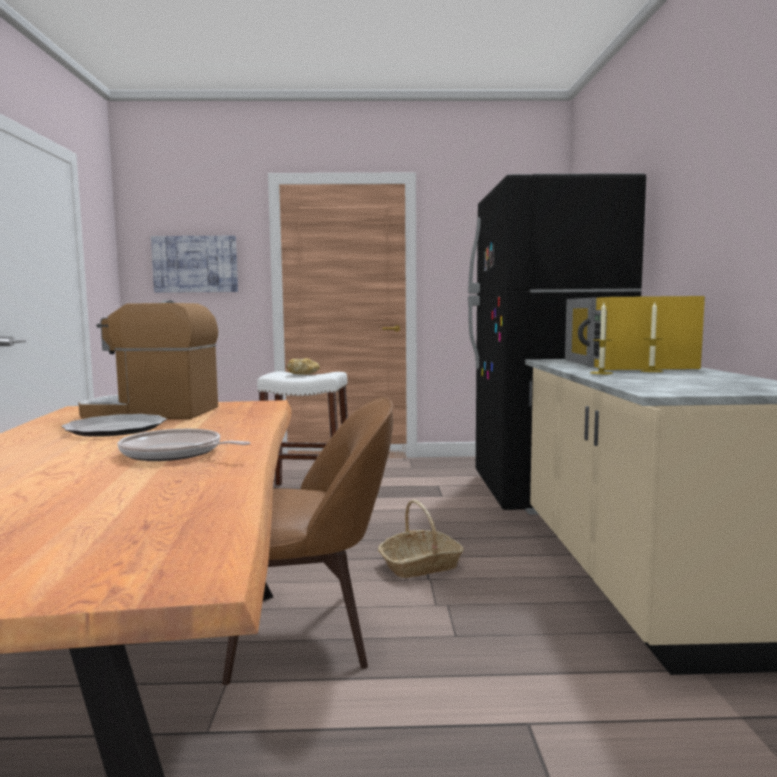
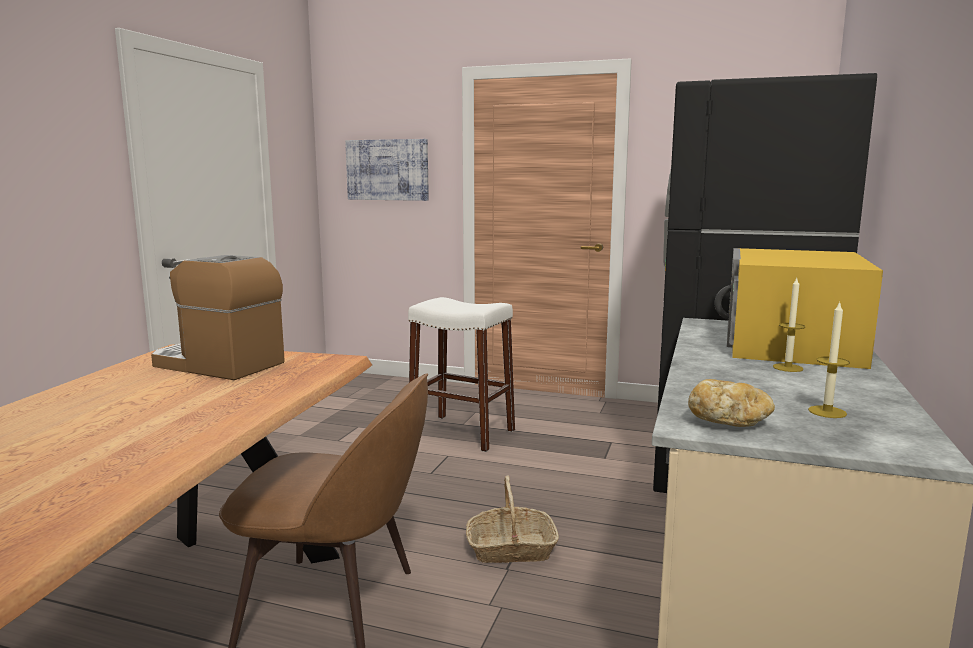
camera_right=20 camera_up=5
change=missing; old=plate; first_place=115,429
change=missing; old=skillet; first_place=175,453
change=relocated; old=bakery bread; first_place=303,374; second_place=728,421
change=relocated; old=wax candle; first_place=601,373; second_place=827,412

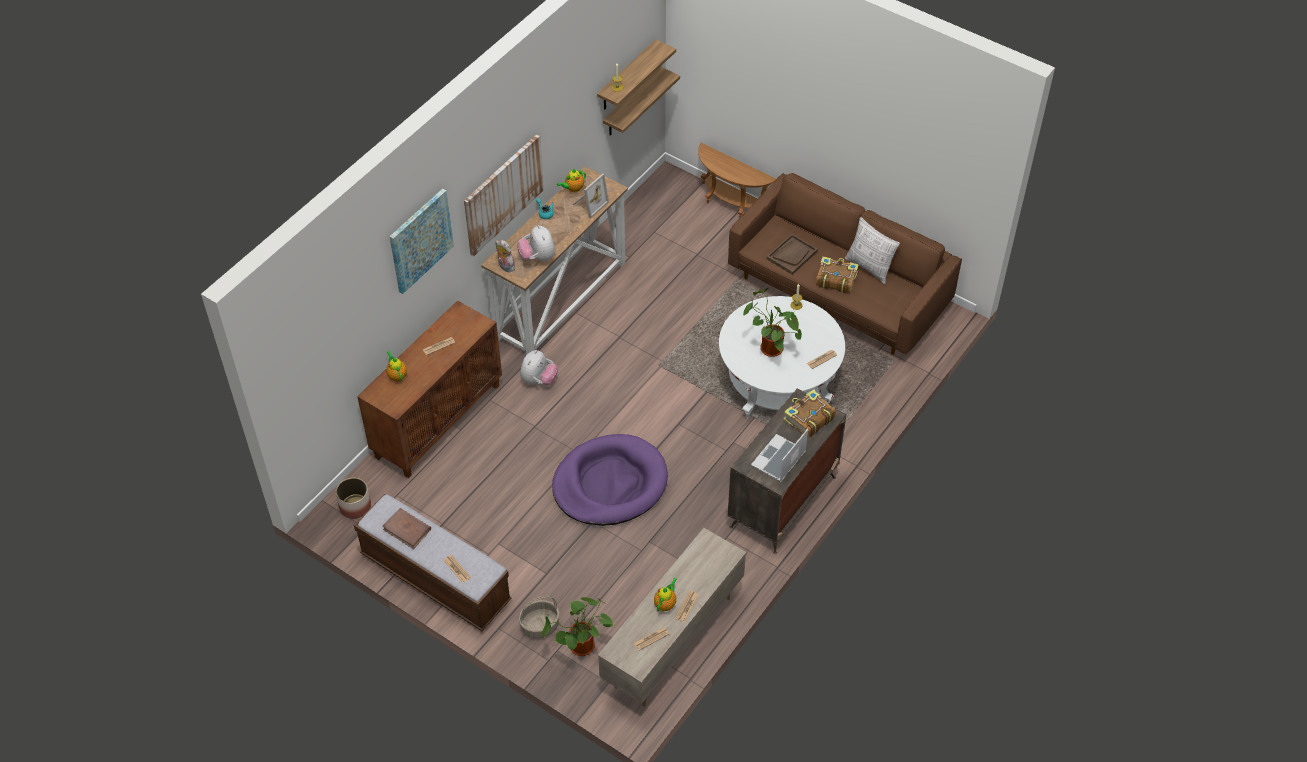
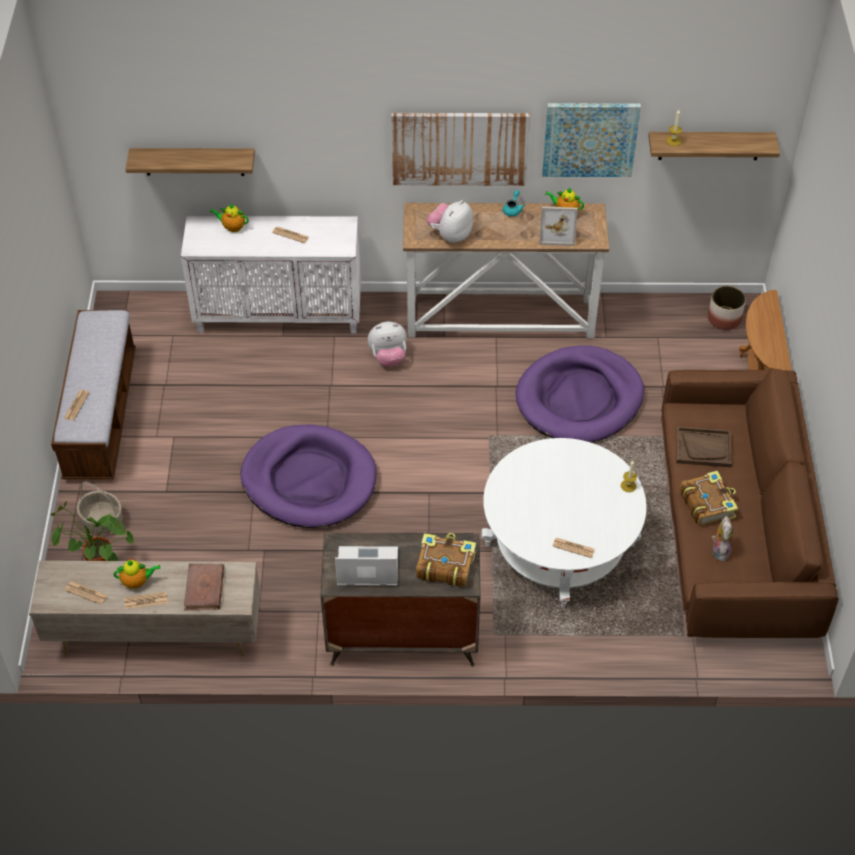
camera_right=55 camera_up=0
change=missing; old=houseplant; first_place=768,348
change=missing; old=cushion; first_place=869,267
change=appeared; new=purple pet bed; second_place=579,398
change=relocated; old=flower pot; first_place=355,506; second_place=724,318
change=relocated; old=brownish book; first_place=407,530; second_place=204,589
change=relocated; old=picture; first_place=420,240; second_place=590,139
change=relocated; old=soft toy; first_place=505,267; second_place=719,550
change=relocated; old=bracket shelf; first_place=632,103; second_place=193,161
change=colour; old=brownish cupboard; new=white-coloured cupboard; first_place=438,420; second_place=279,314
change=spun; old=tea pot; first_place=397,375; second_place=232,227; degrees=-105

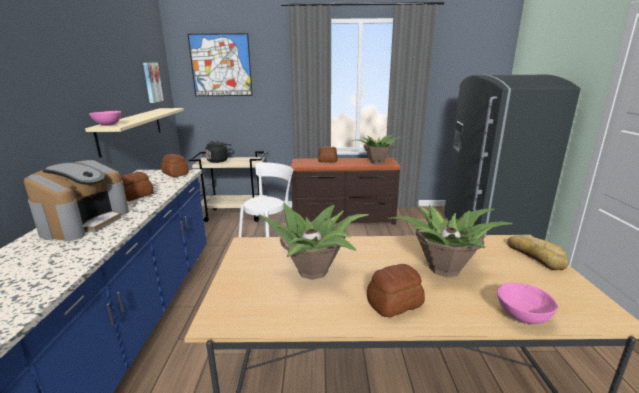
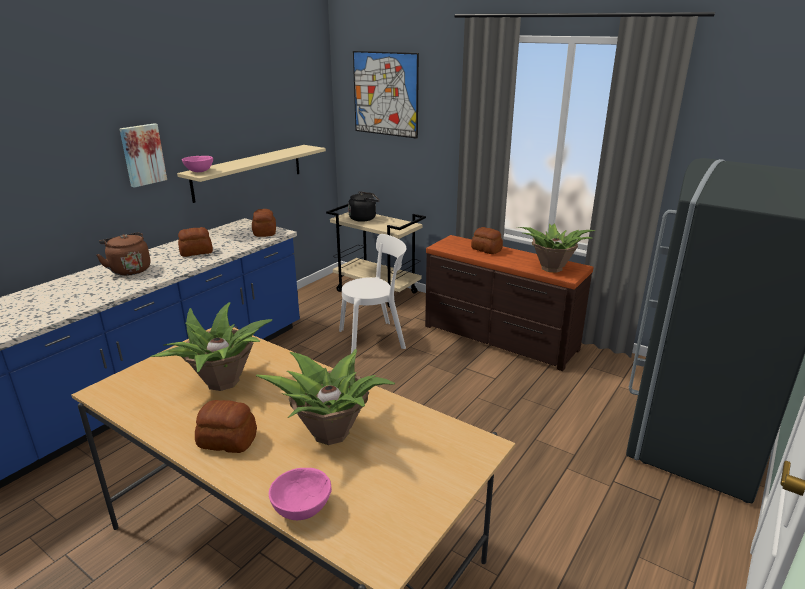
camera_right=35 camera_up=5
change=missing; old=bakery bread; first_place=535,256
change=relocated; old=picture; first_place=152,82; second_place=142,155
change=exchanged; old=coffee machine; new=brownish tea kettle; first_place=85,222; second_place=129,270

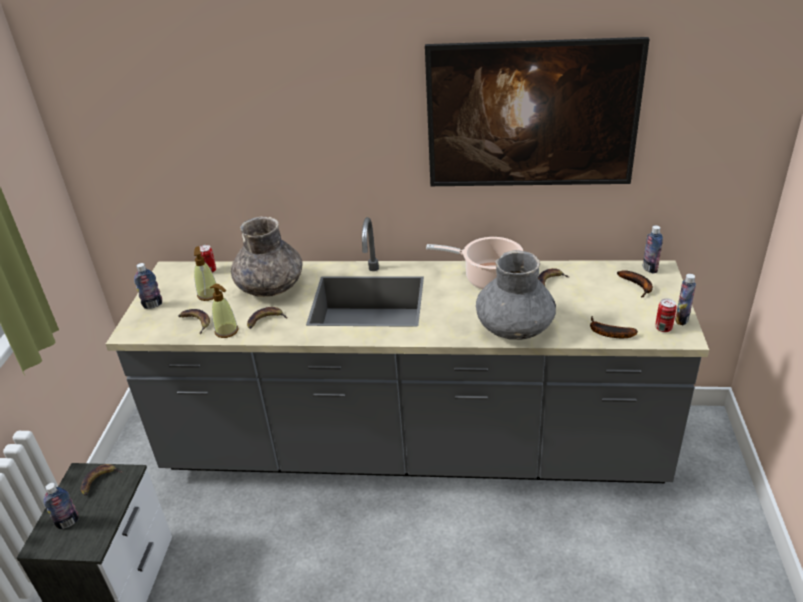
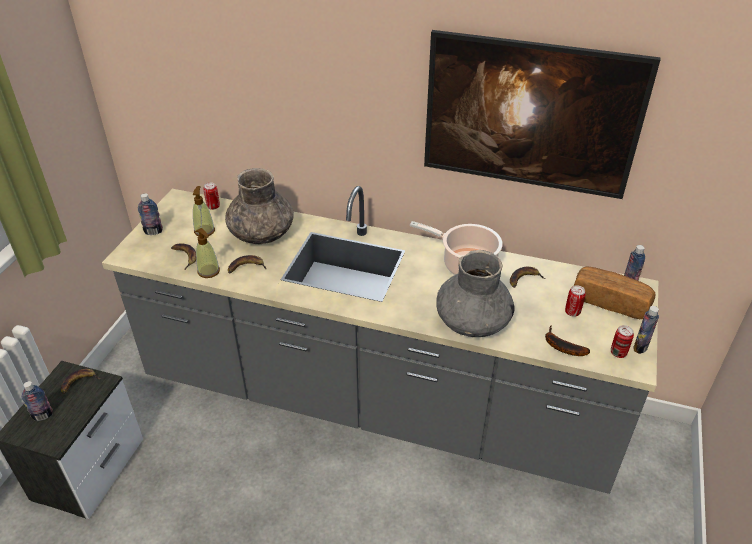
camera_right=10 camera_up=5
change=appeared; new=can; second_place=572,312
change=exchanged; old=banana fruit; new=bakery bread; first_place=638,286; second_place=610,301

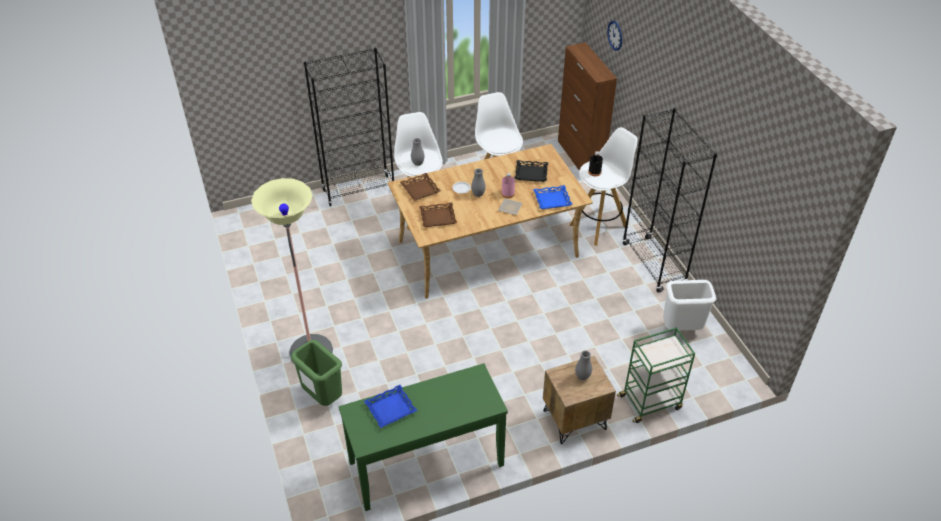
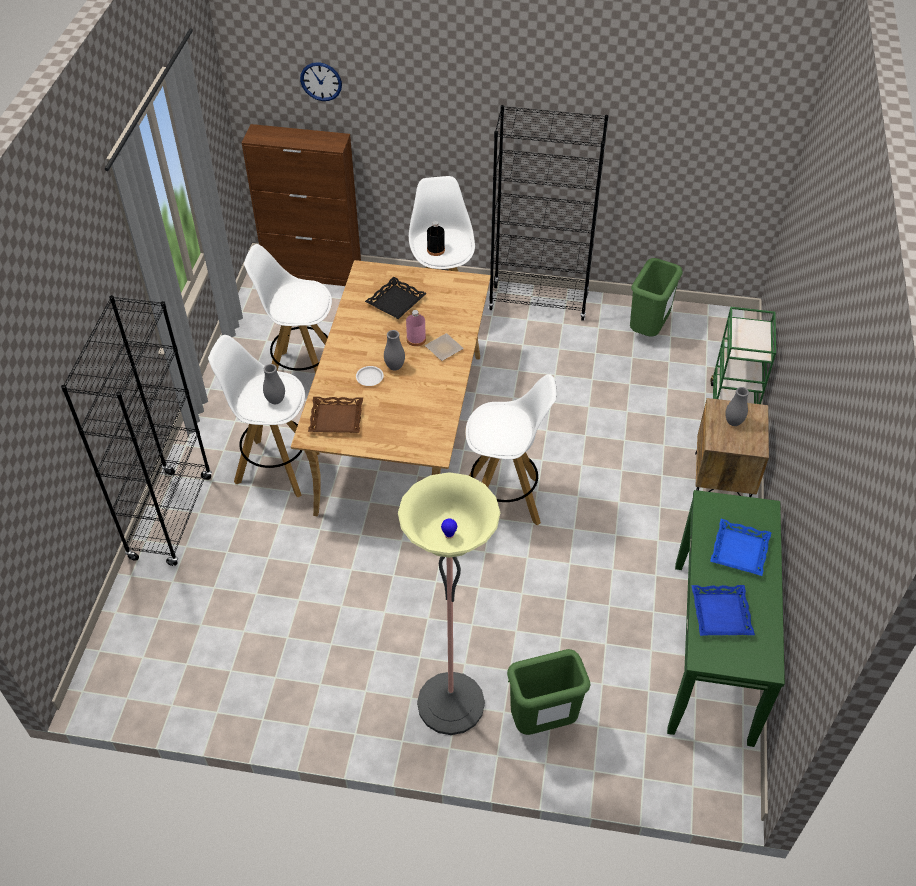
camera_right=-60 camera_up=5
change=missing; old=brownish serving tray; first_place=438,217
change=appeared; new=white-coloured stool; second_place=504,500
change=relocated; old=blue serving tray; first_place=552,200; second_place=740,551
change=colour; old=white-coloured trash can; new=green-coloured trash can; first_place=681,330; second_place=648,331

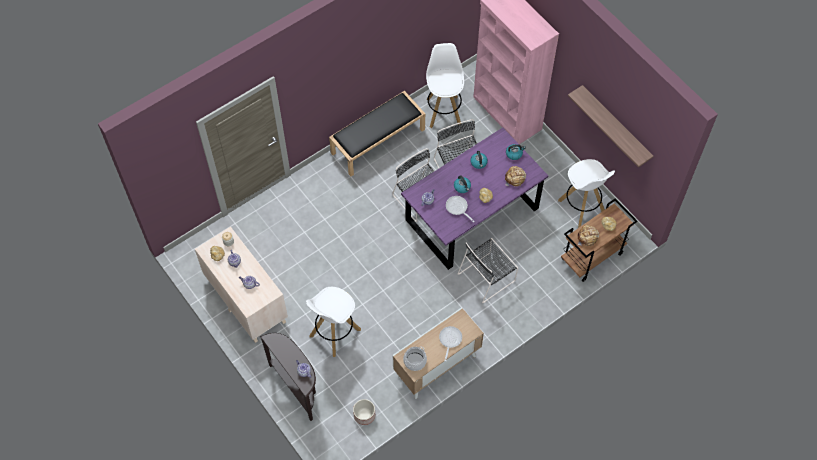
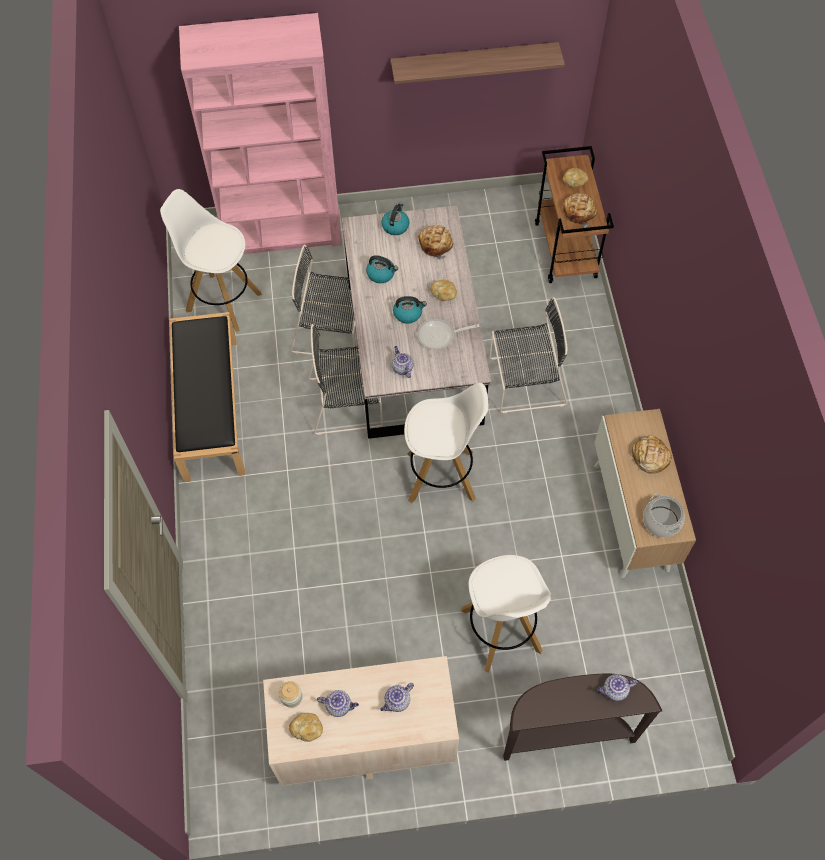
camera_right=-60 camera_up=0
change=missing; old=flower pot; first_place=364,415
change=relocated; old=white-coloured stool; first_place=582,207; second_place=442,476
change=exchanged; old=skillet; new=bakery bread; first_place=449,340; second_place=649,457
change=colour; old=purple dinner table; new=gray dinner table; first_place=471,213; second_place=412,351
change=spun; old=blackish plain chair; first_place=487,276; second_place=524,382; degrees=-90

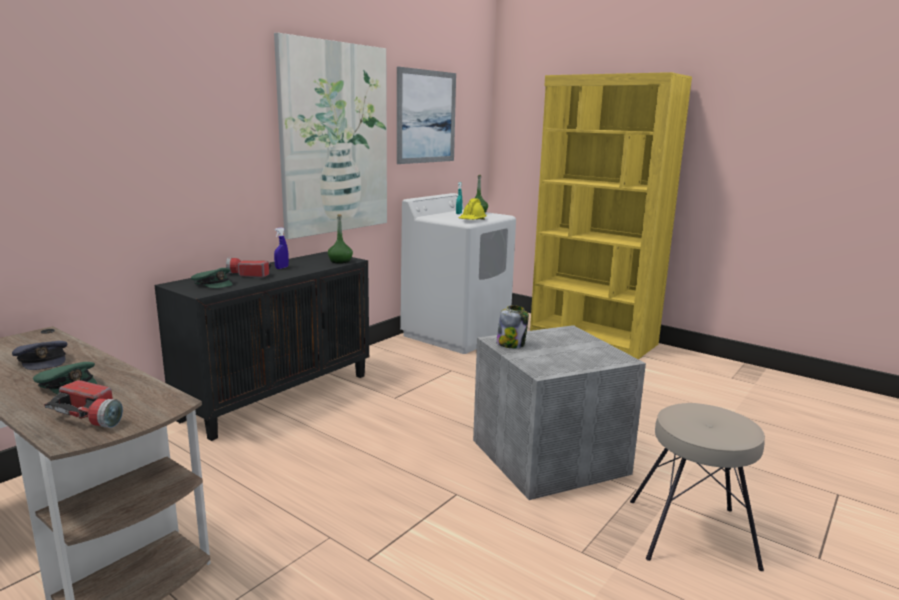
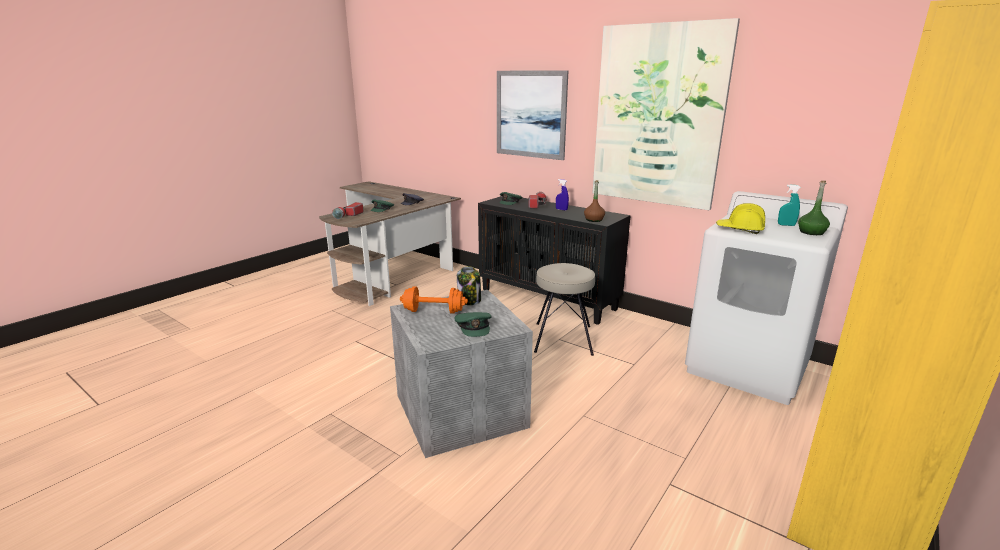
camera_right=90 camera_up=5
change=appeared; new=orange-coloured free weight; second_place=434,311
change=appeared; new=green-coloured cap; second_place=474,327
change=relocated; old=picture; first_place=426,117; second_place=530,114
change=relocated; old=sand-coloured stool; first_place=692,534; second_place=562,338
change=colour; old=green-coloured drink bottle; new=brownish drink bottle; first_place=340,261; second_place=594,220

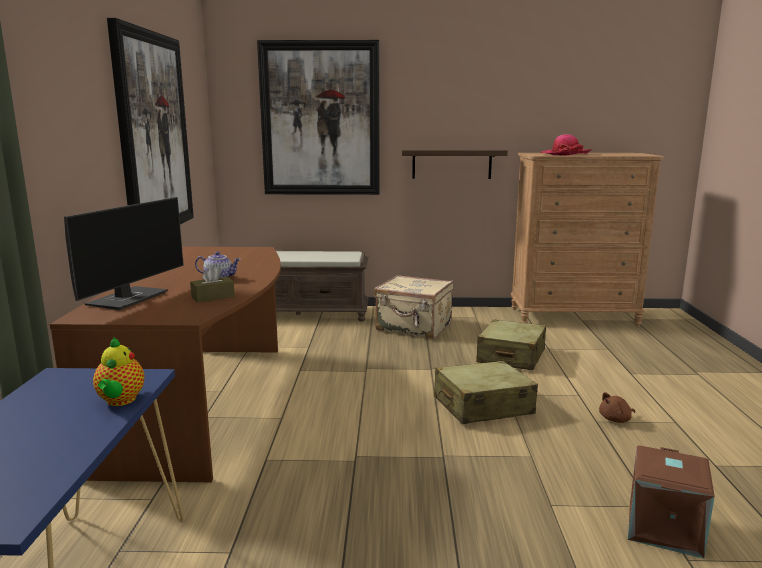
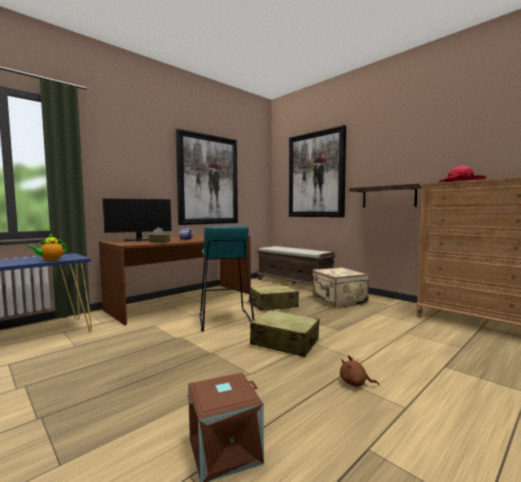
camera_right=45 camera_up=-10
change=appeared; new=turquoise-coloured stool; second_place=224,320
change=relocated; old=sand-coloured piece of luggage; first_place=511,357; second_place=272,305

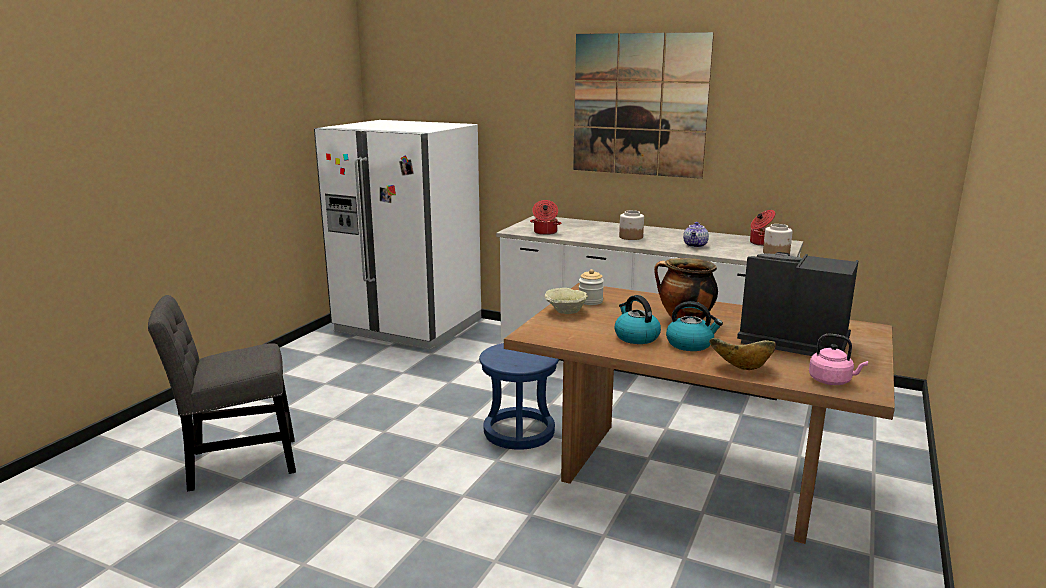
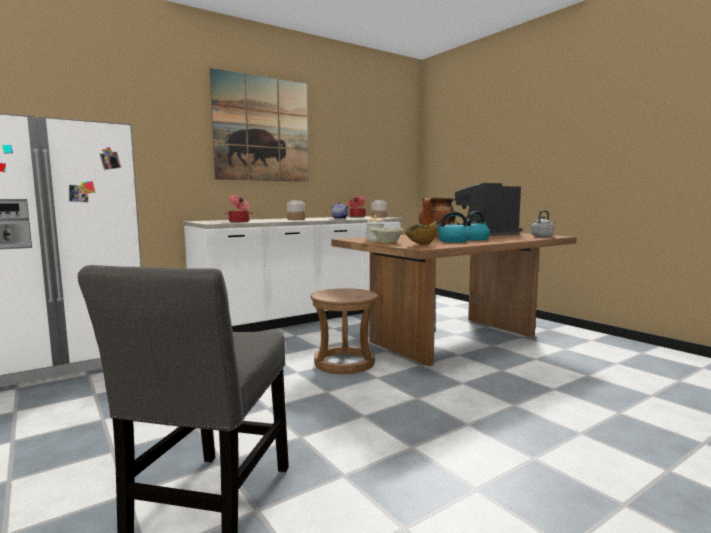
camera_right=-60 camera_up=-10
change=relocated; old=deep dish; first_place=741,368; second_place=421,245
change=colour; old=blue stool; new=brownish stool; first_place=518,431; second_place=344,363
change=colour; old=pink-coloured tea kettle; new=gray tea kettle; first_place=832,381; second_place=542,236

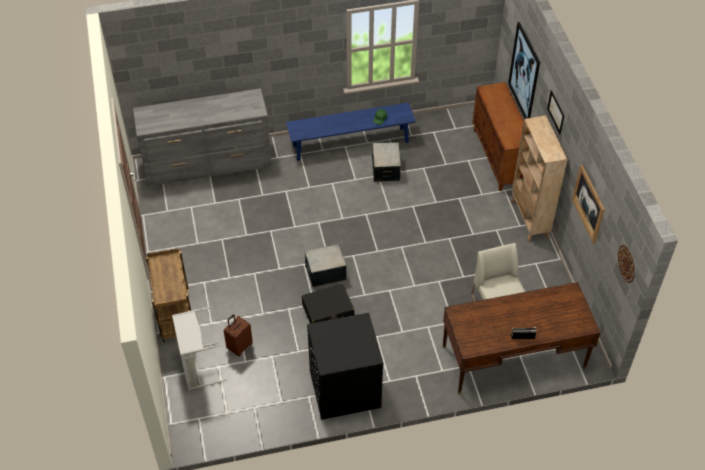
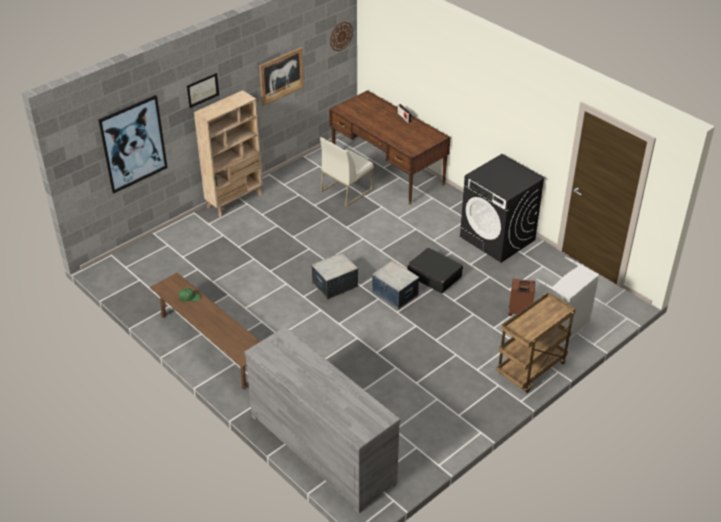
camera_right=-120 camera_up=-10
change=missing; old=brownish cupboard; first_place=499,158
change=relocated; old=storage container; first_place=386,169; second_place=334,285
change=colour; old=blue indoor bench; new=brownish indoor bench; first_place=350,144; second_place=211,345

